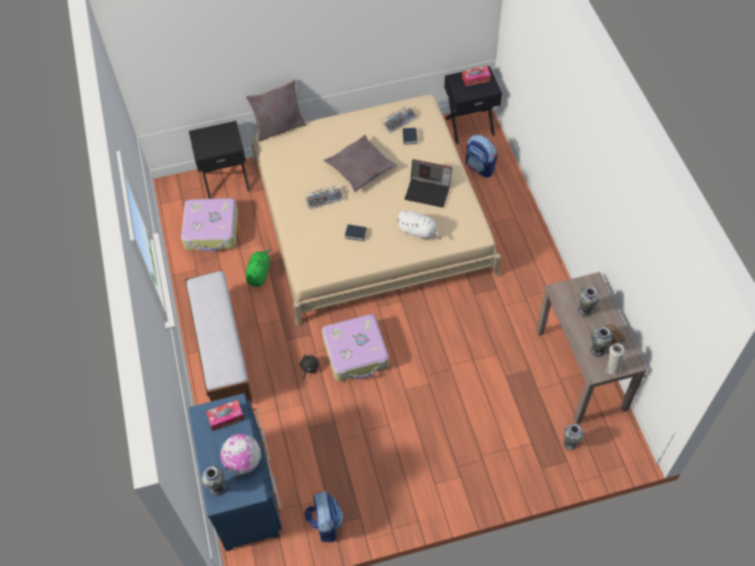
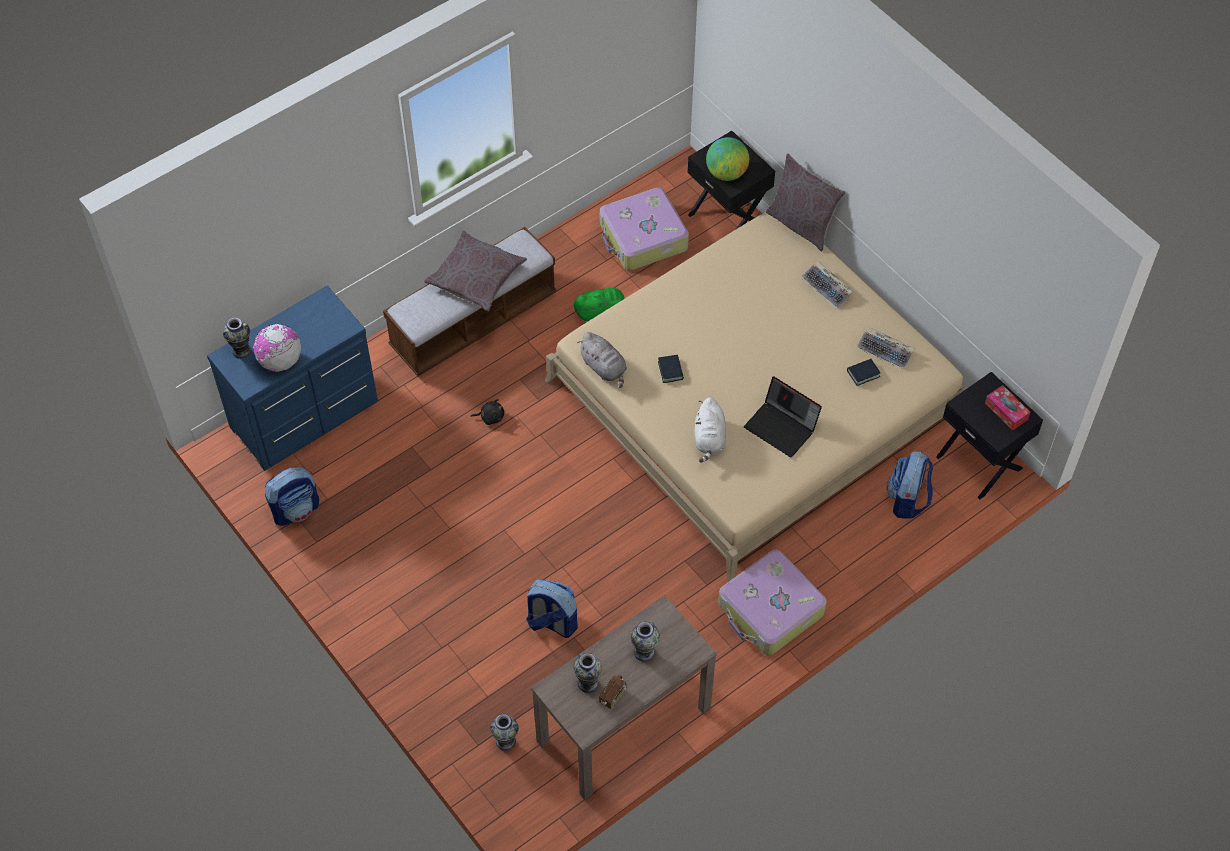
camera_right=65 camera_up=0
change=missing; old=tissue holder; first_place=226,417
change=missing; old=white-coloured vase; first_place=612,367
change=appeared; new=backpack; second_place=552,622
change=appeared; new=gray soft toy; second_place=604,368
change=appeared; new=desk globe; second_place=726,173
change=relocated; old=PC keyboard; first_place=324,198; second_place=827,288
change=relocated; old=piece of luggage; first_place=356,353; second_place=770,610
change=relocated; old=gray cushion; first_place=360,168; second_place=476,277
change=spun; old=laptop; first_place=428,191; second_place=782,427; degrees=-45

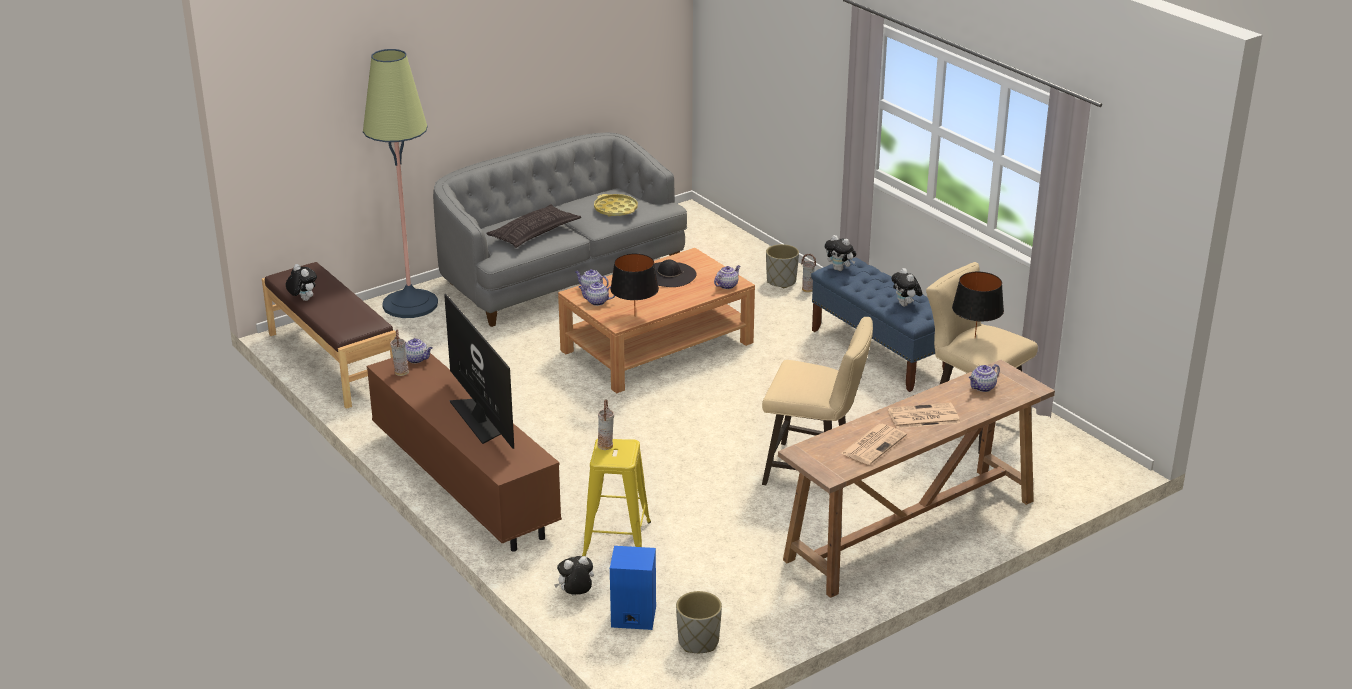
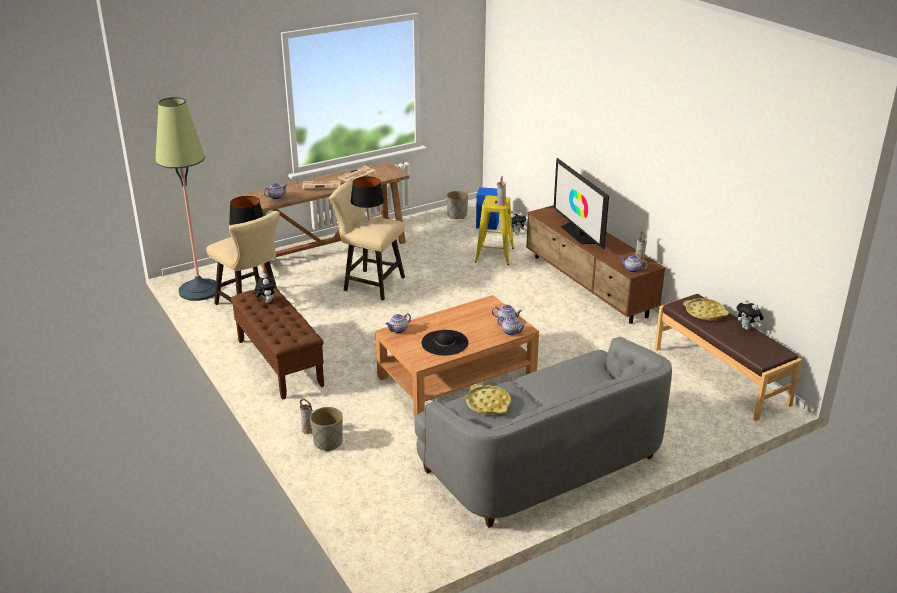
camera_right=-175 camera_up=0
change=missing; old=cushion; first_place=534,232
change=missing; old=soft toy; first_place=840,269
change=appeared; new=yellow-coloured serving tray; second_place=704,312
change=relocated; old=standing lamp; first_place=410,304; second_place=199,290
change=relocated; old=blackish tabletop lamp; first_place=634,316; second_place=368,220
change=colour; old=blue indoor bench; new=brownish indoor bench; first_place=880,352; second_place=279,363

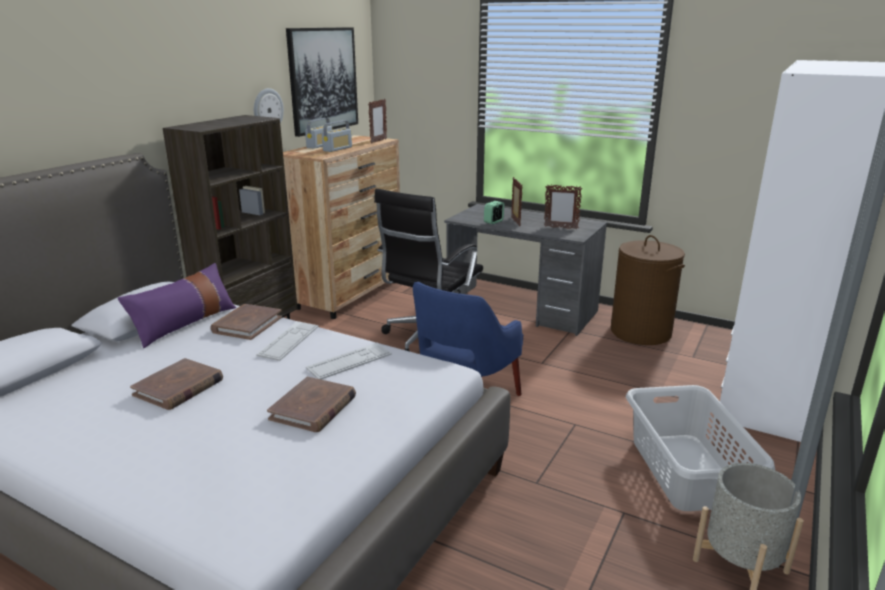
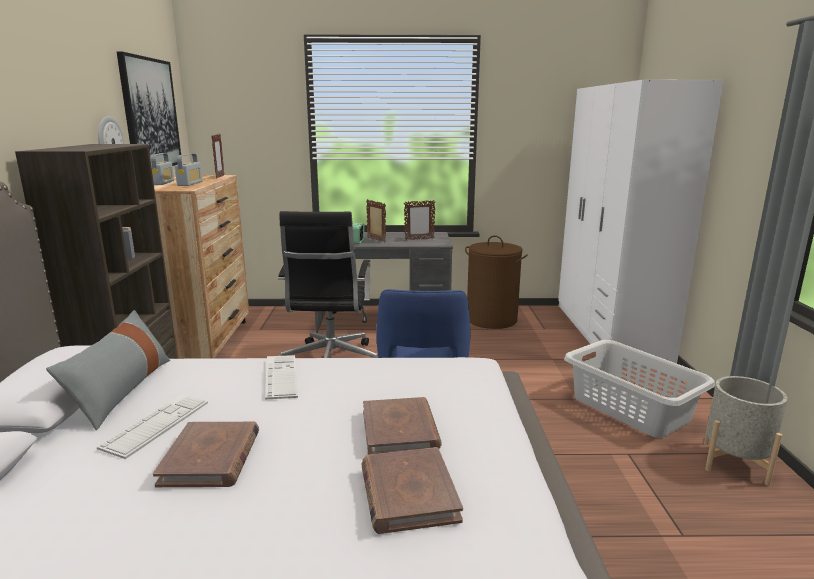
camera_right=-30 camera_up=-5
change=relocated; old=brownish book; first_place=247,324; second_place=408,493
change=relocated; old=PC keyboard; first_place=349,361; second_place=156,425
change=colour; old=purple cushion; new=gray cushion; first_place=185,324; second_place=122,390

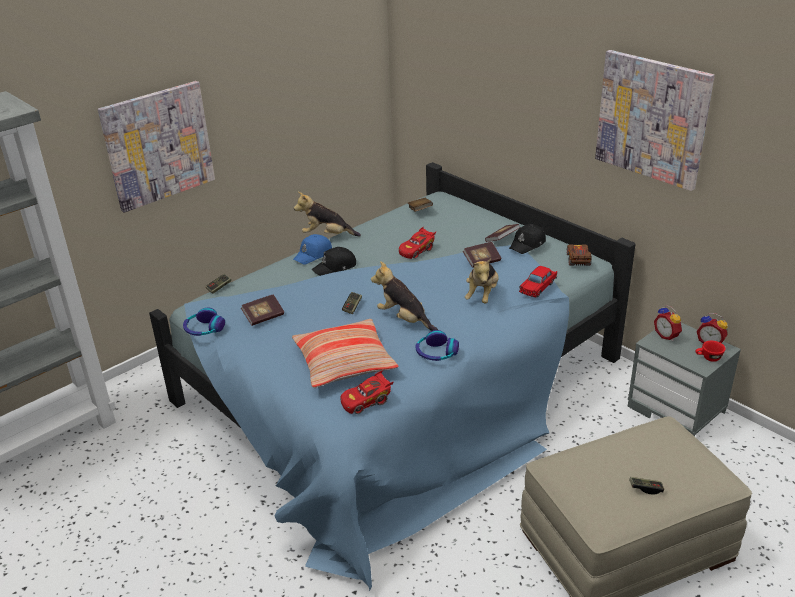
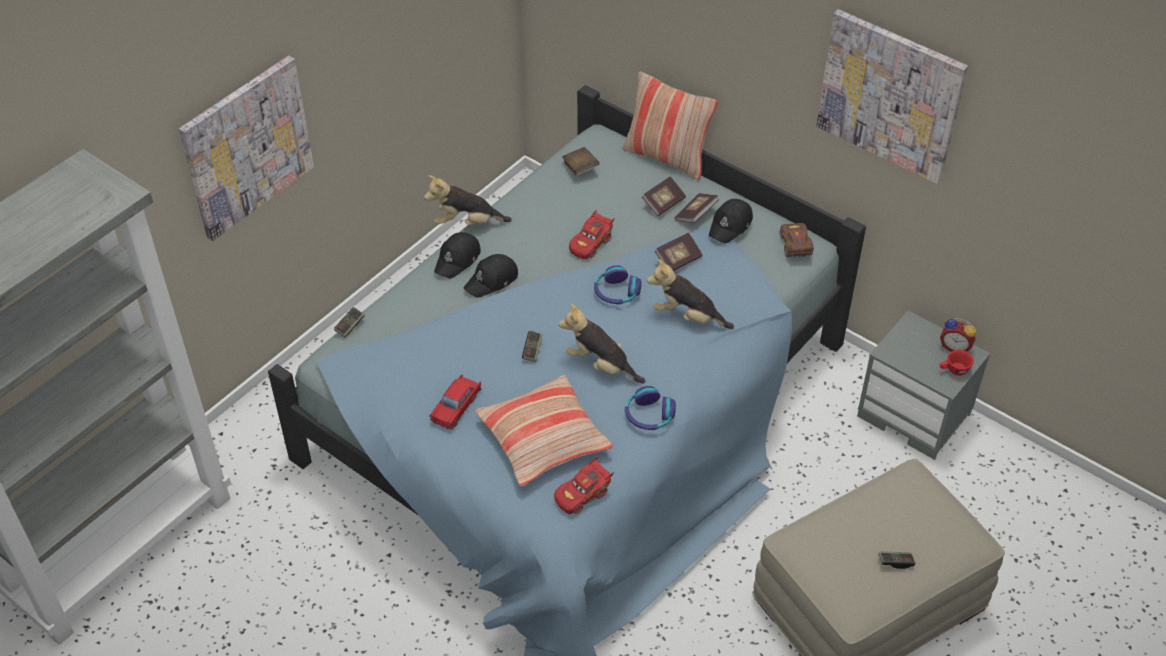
camera_right=-10 camera_up=15
change=missing; old=alarm clock; first_place=667,336
change=appeared; new=cushion; second_place=667,157
change=relocated; old=headset; first_place=204,329; second_place=616,292
change=relocated; old=book; first_place=263,317; second_place=663,203
change=relocated; old=red-coloured toy car; first_place=538,287; second_place=456,407
change=colour; old=blue cap; new=blackish cap; first_place=313,254; second_place=458,259
change=spun; old=soft toy; first_place=482,295; second_place=687,316; degrees=105

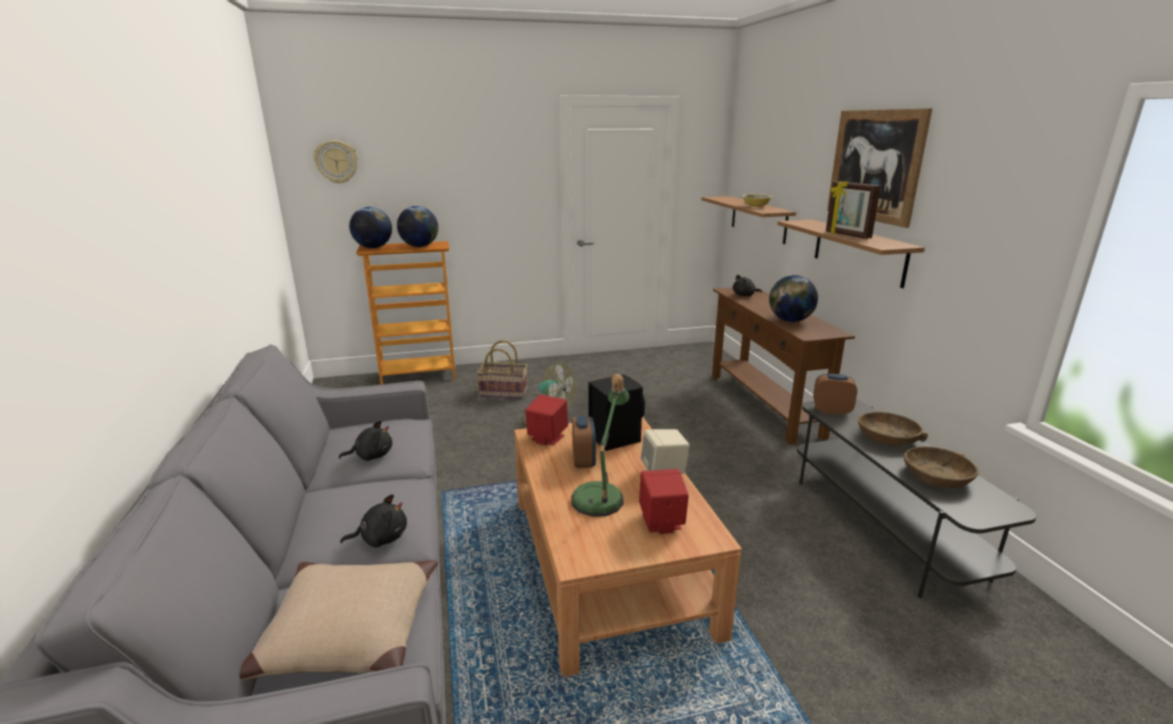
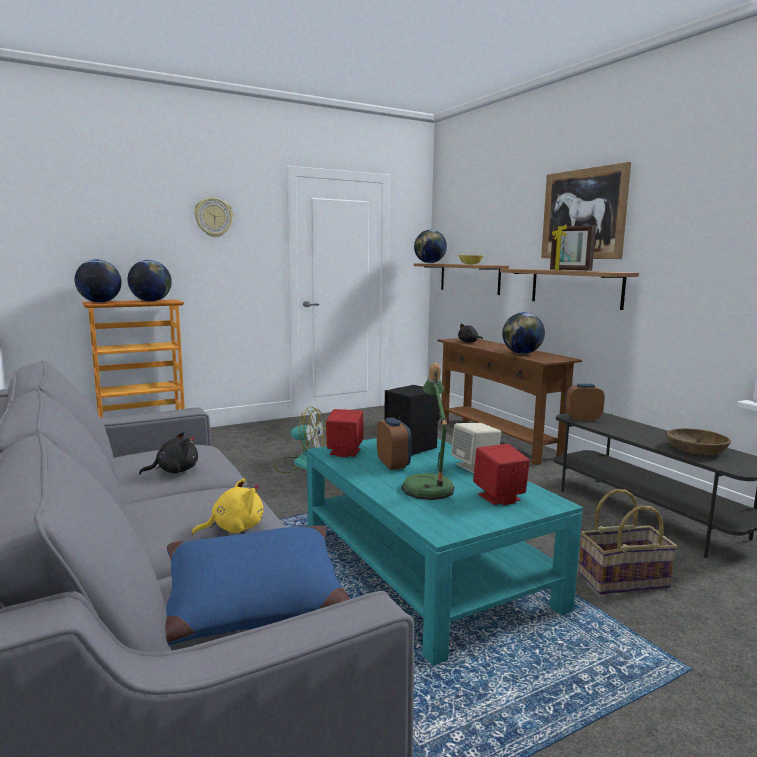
camera_right=-15 camera_up=-10
change=missing; old=brownish deep dish; first_place=888,437
change=appeared; new=desk globe; second_place=429,263
change=relocated; old=wall clock; first_place=336,162; second_place=213,217
change=relocated; old=storage basket; first_place=504,392; second_place=623,579
change=colour; old=sand-coloured cushion; new=blue cushion; first_place=348,632; second_place=254,600
change=colour; old=blackish soft toy; new=yellow-coloured soft toy; first_place=381,538; second_place=234,528
change=colour; old=brownish lounge table; new=turquoise-coloured lounge table; first_place=607,561; second_place=423,567

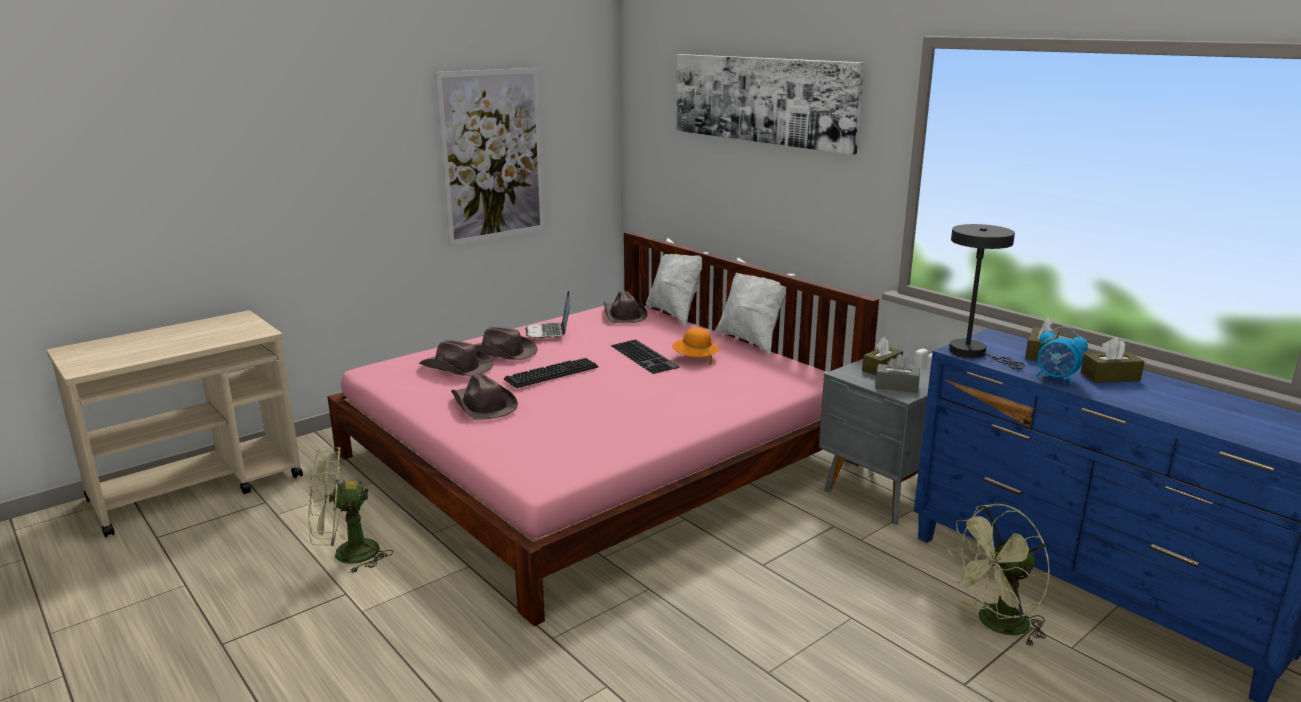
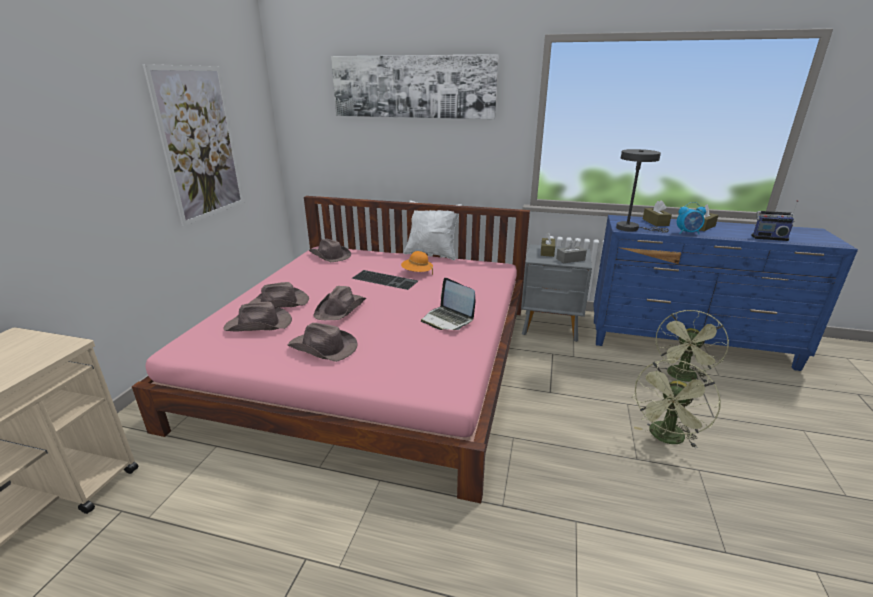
camera_right=-35 camera_up=5
change=missing; old=white-coloured cushion; first_place=675,314
change=appeared; new=radio set; second_place=768,237
change=relocated; old=green-coloured fan; first_place=346,555; second_place=666,438
change=relocated; old=laptop; first_place=549,332; second_place=448,319
change=exchanged; old=PC keyboard; new=brownish wearable hat; first_place=551,373; second_place=341,308

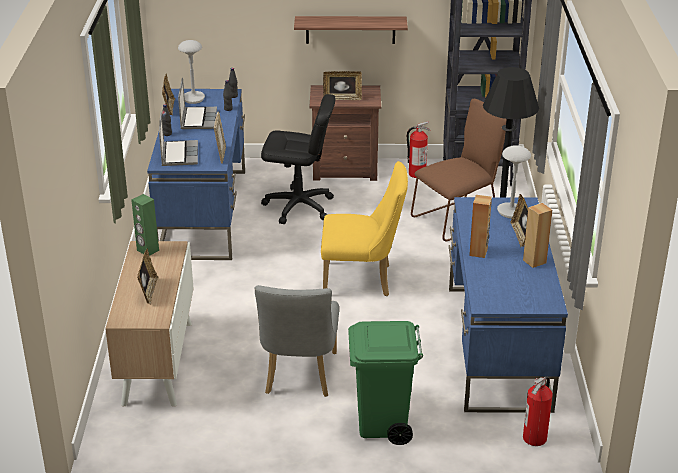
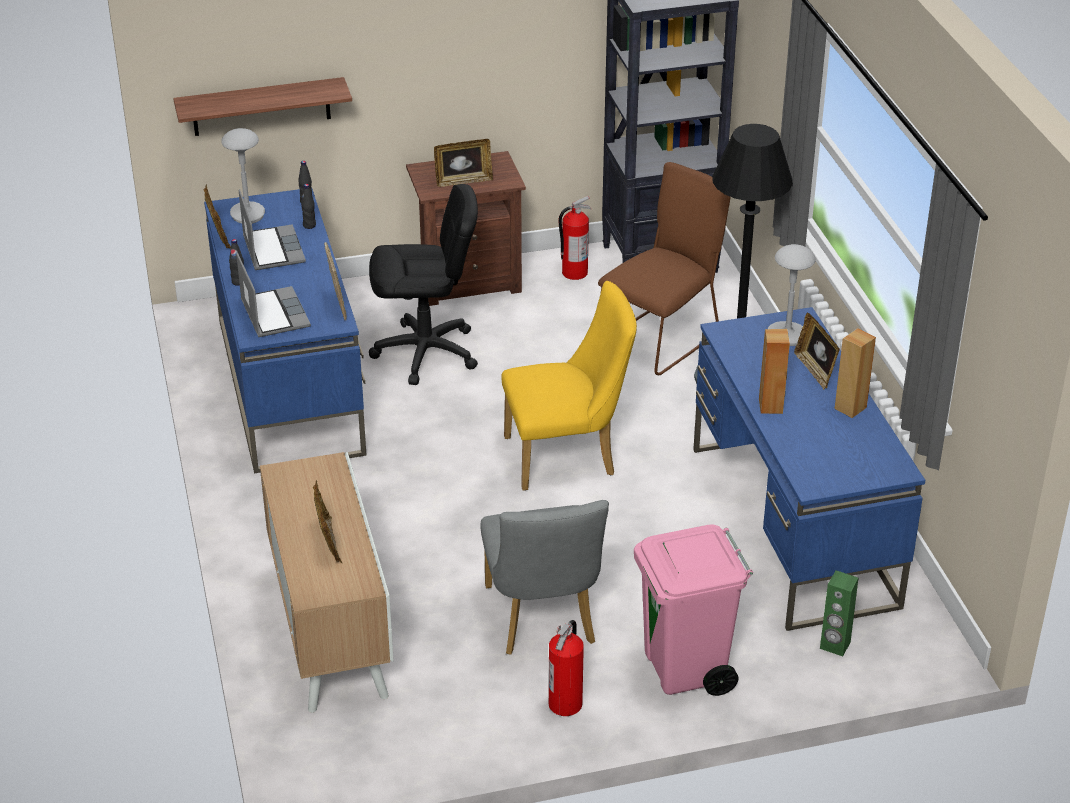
camera_right=-15 camera_up=5
change=relocated; old=green-coloured audio speaker; first_place=147,250; second_place=835,645
change=relocated; old=bracket shelf; first_place=350,29; second_place=261,107
change=relocated; old=fire extinguisher; first_place=535,438; second_place=566,704
change=colour; old=green-coloured trash can; new=pink-coloured trash can; first_place=383,424; second_place=686,669

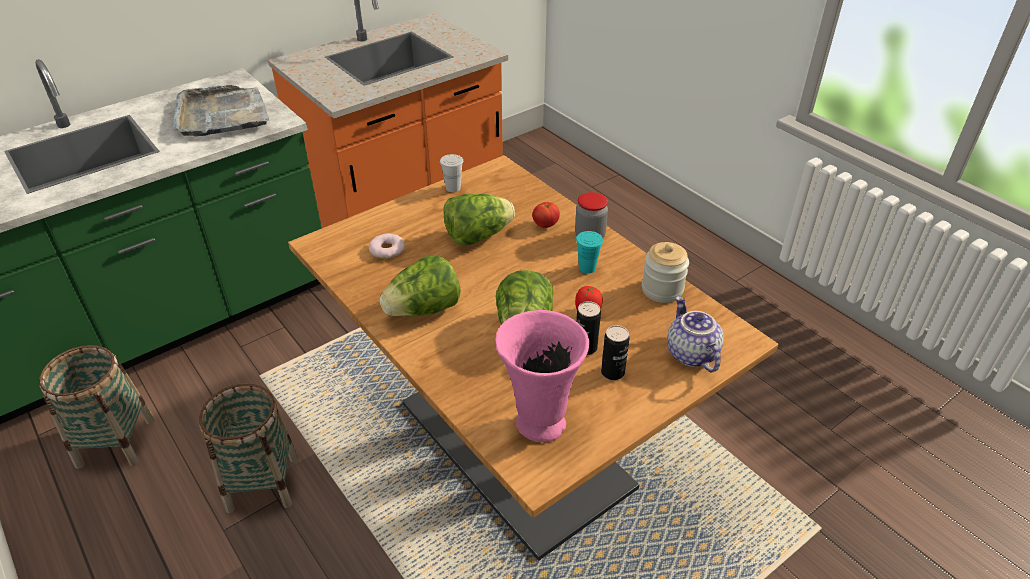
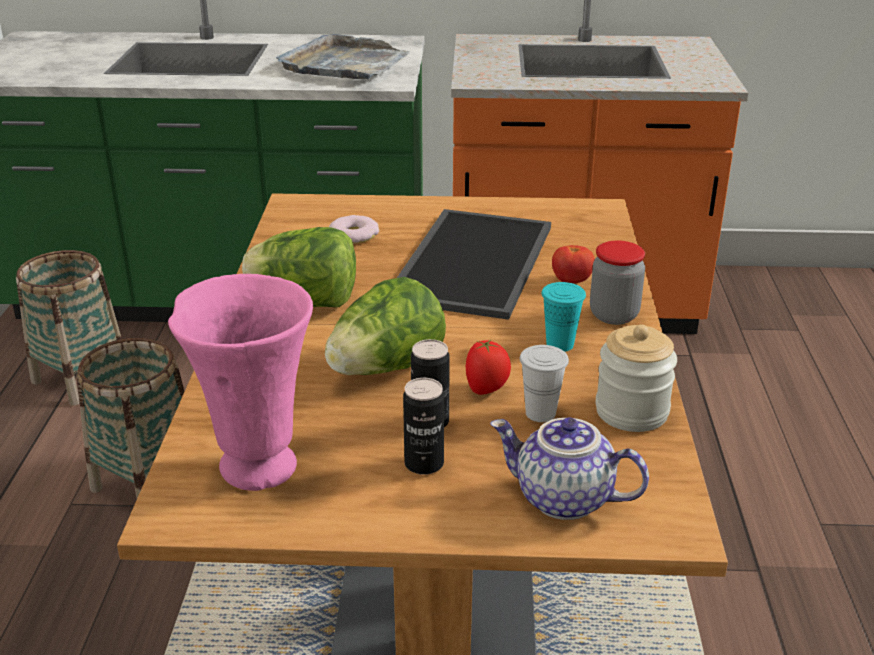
camera_right=40 camera_up=-10
change=relocated; old=white-coloured drinking cup; first_place=453,188; second_place=540,413
change=exchanged; old=lettuce head; new=serving tray; first_place=477,236; second_place=470,261
change=spun; old=tea pot; first_place=690,354; second_place=562,500; degrees=-90

